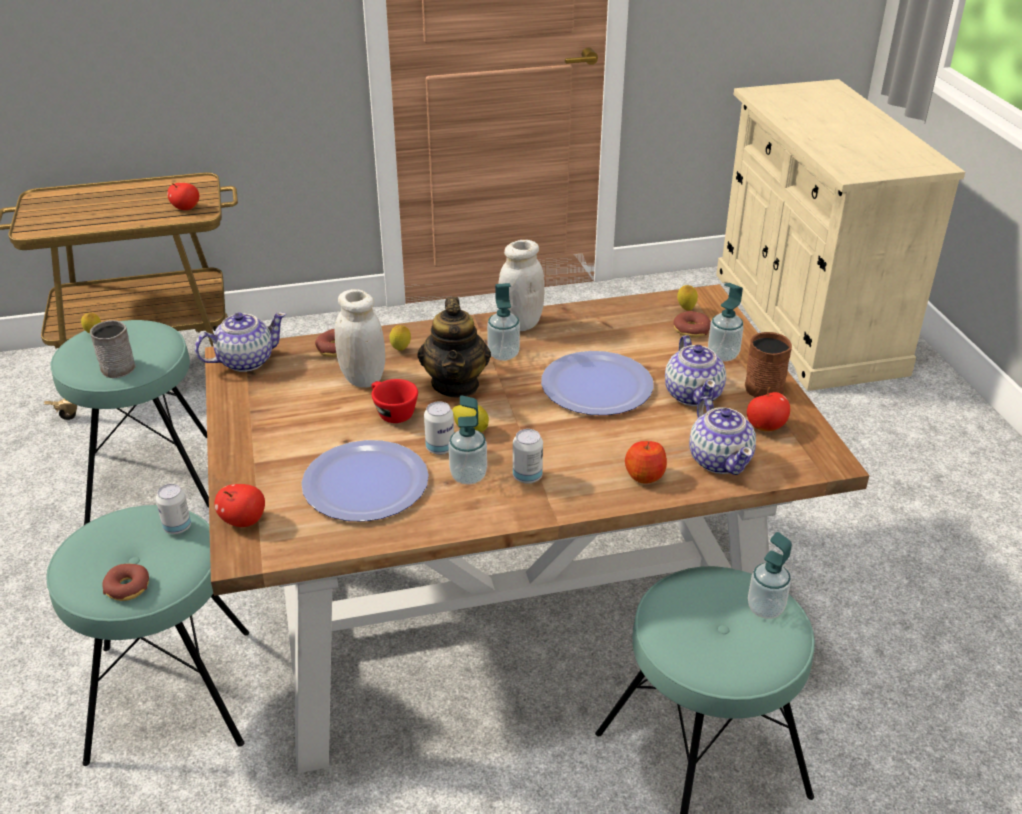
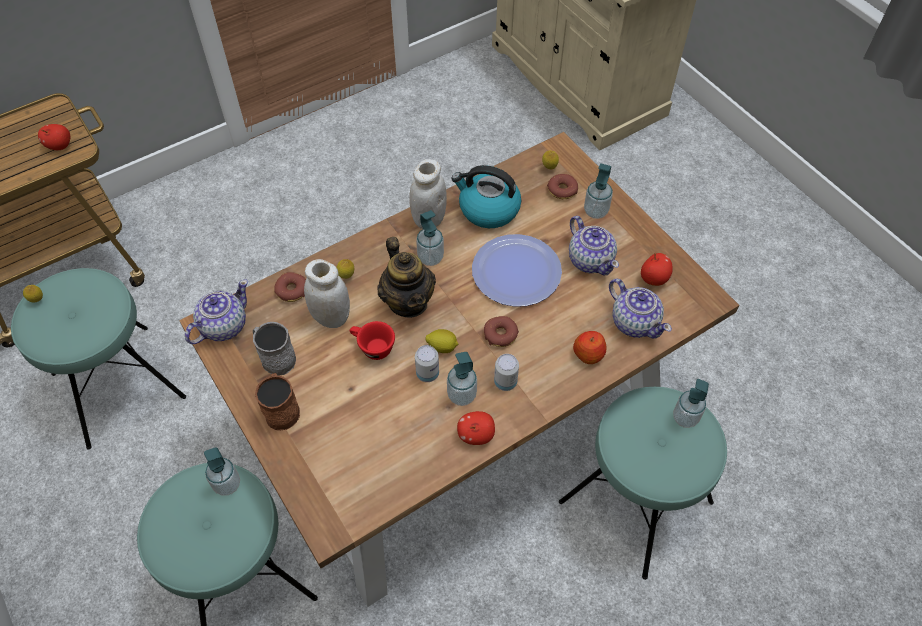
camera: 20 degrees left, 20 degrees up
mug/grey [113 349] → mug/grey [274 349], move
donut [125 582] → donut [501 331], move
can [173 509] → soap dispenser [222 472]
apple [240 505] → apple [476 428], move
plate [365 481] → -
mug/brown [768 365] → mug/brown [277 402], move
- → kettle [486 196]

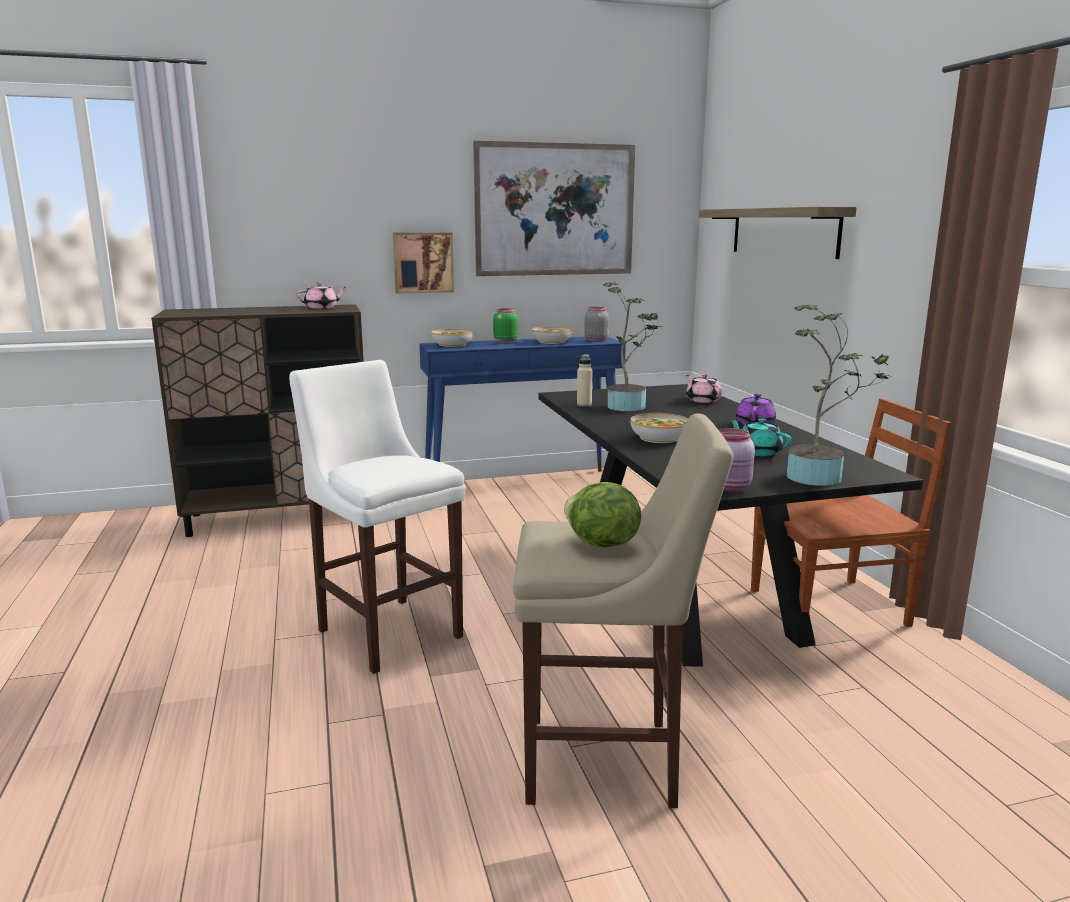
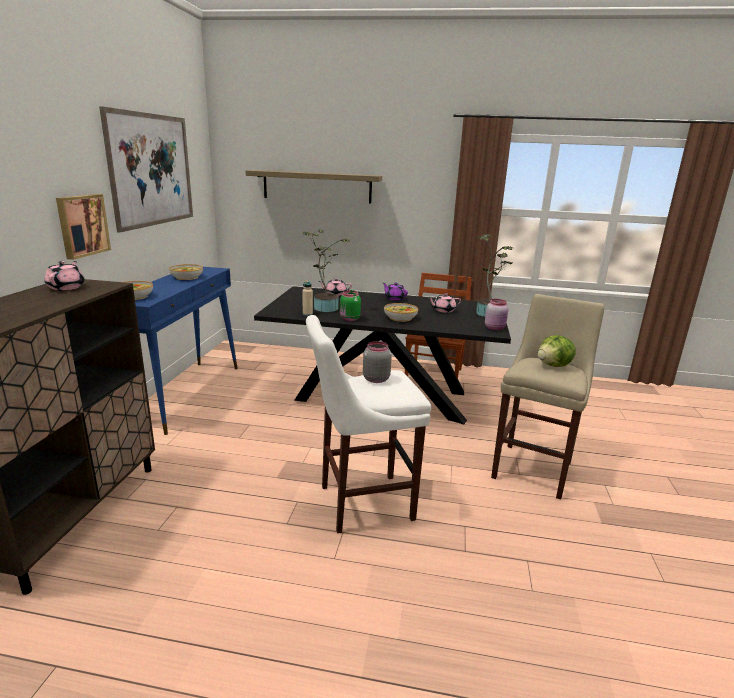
camera: 65 degrees left, 5 degrees up
jar/green [505 325] → jar/green [350 305], move
jar/grey [596 324] → jar/grey [377 362], move
teapot/turquoise [760 437] → teapot/pink [444 303]

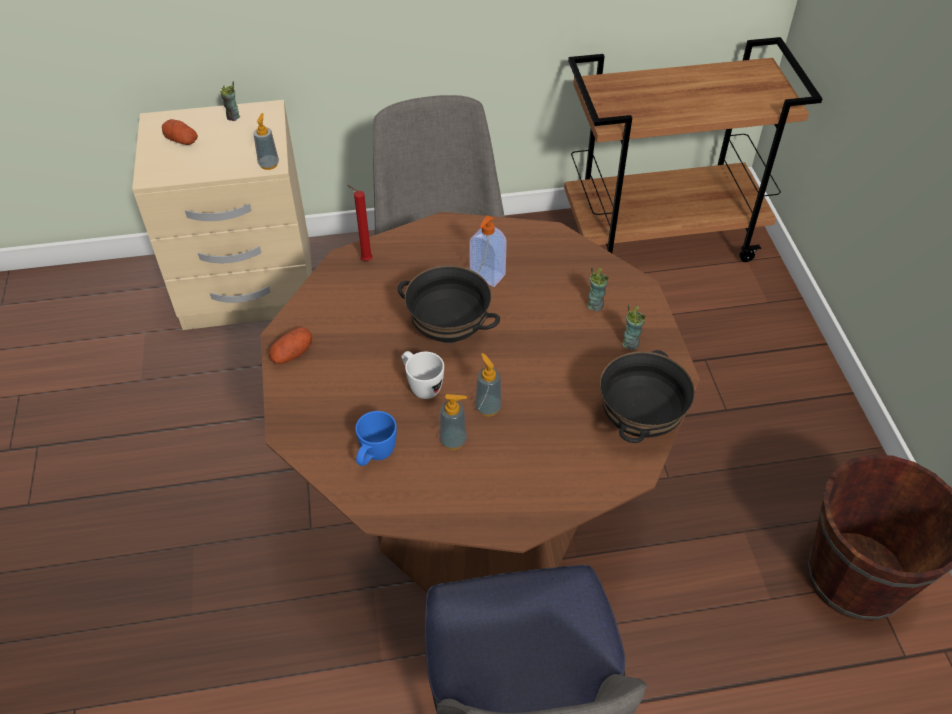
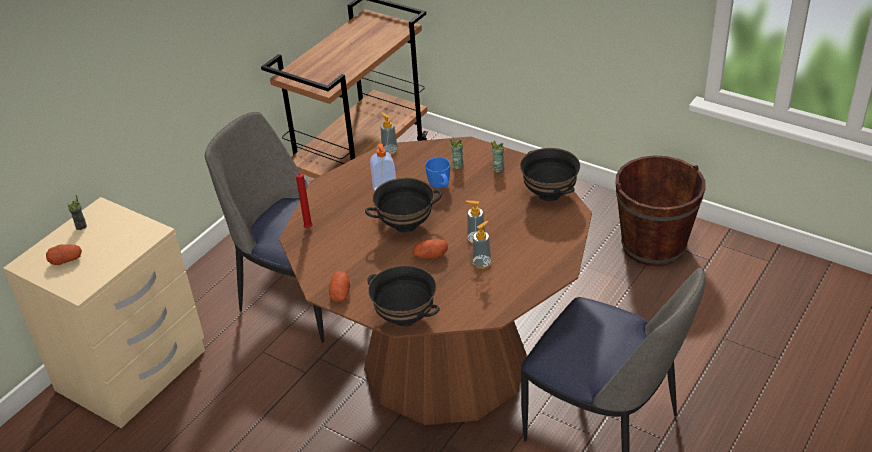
camera: 45 degrees left, 10 degrees down
soap dispenser [266 141] → soap dispenser [389 133], move
mug/blue [376 438] → mug/blue [437 172], move
mug/white [422 375] → potato [430 248]
- → bowl/black [403 296]

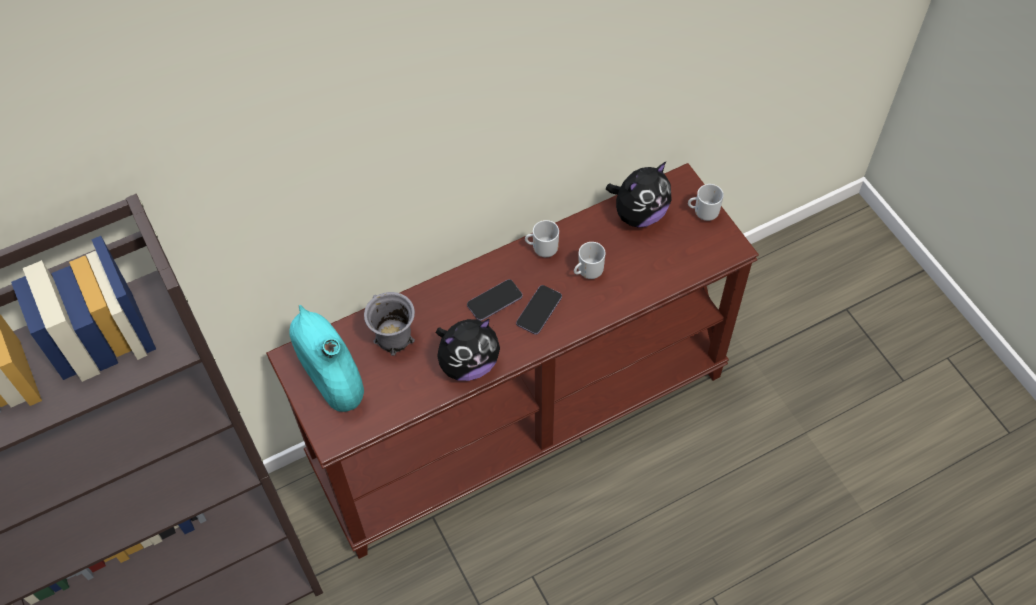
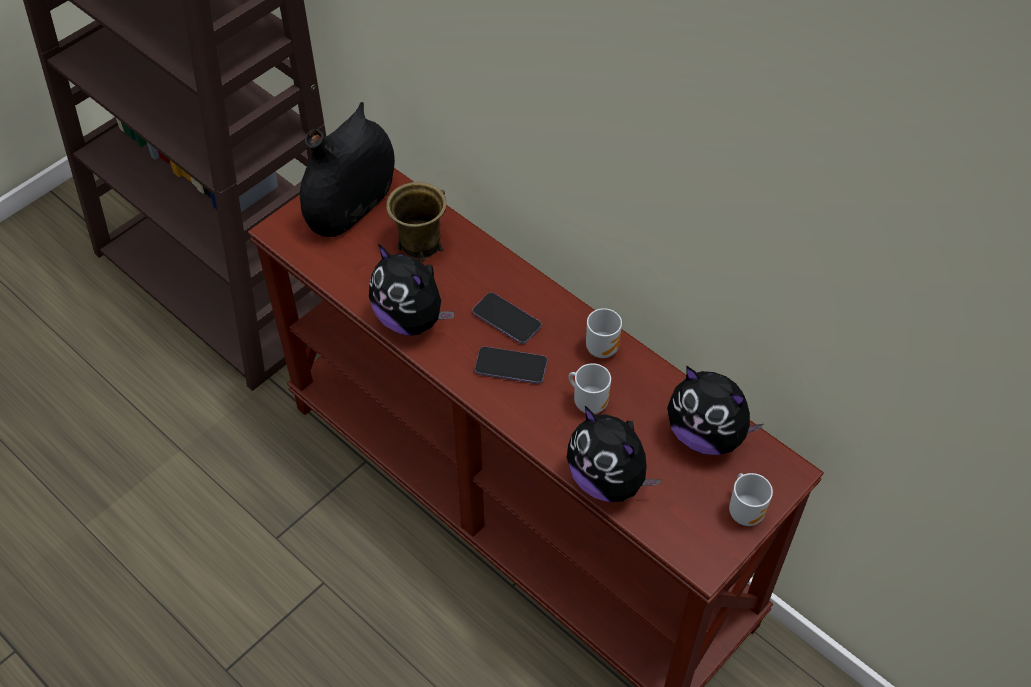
camera: 70 degrees right, 5 degrees down
vase/turquoise [326 358] → vase/black [347 169]
mug/grey [389 324] → mug/brown [416 221]
- → plush toy [614 454]

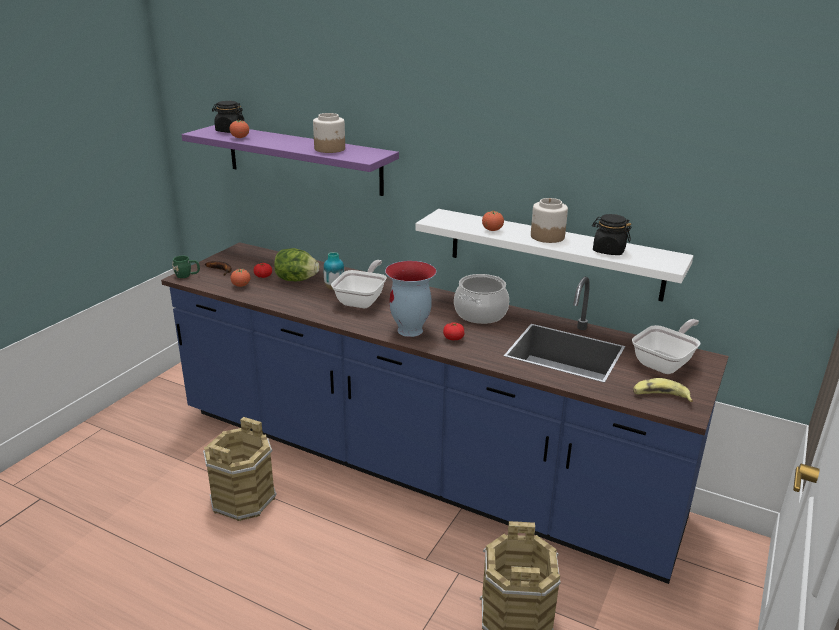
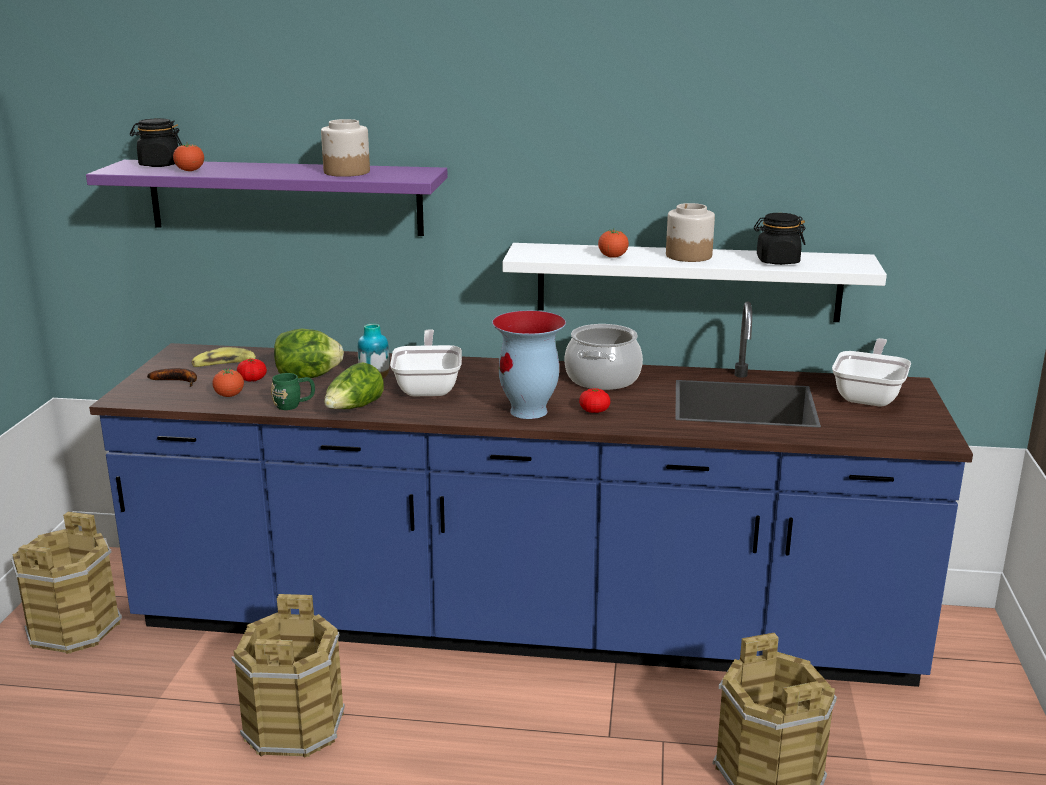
camera: 20 degrees left, 5 degrees down
mug/green [186 267] → mug/green [293 391], move
banana [663 390] → banana [223 357], move
- → bucket/brown [66 583]
- → lettuce [354 385]

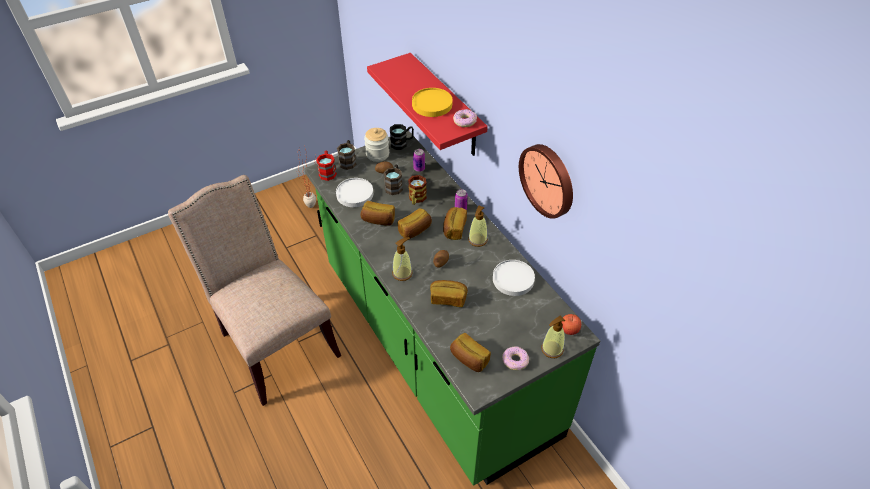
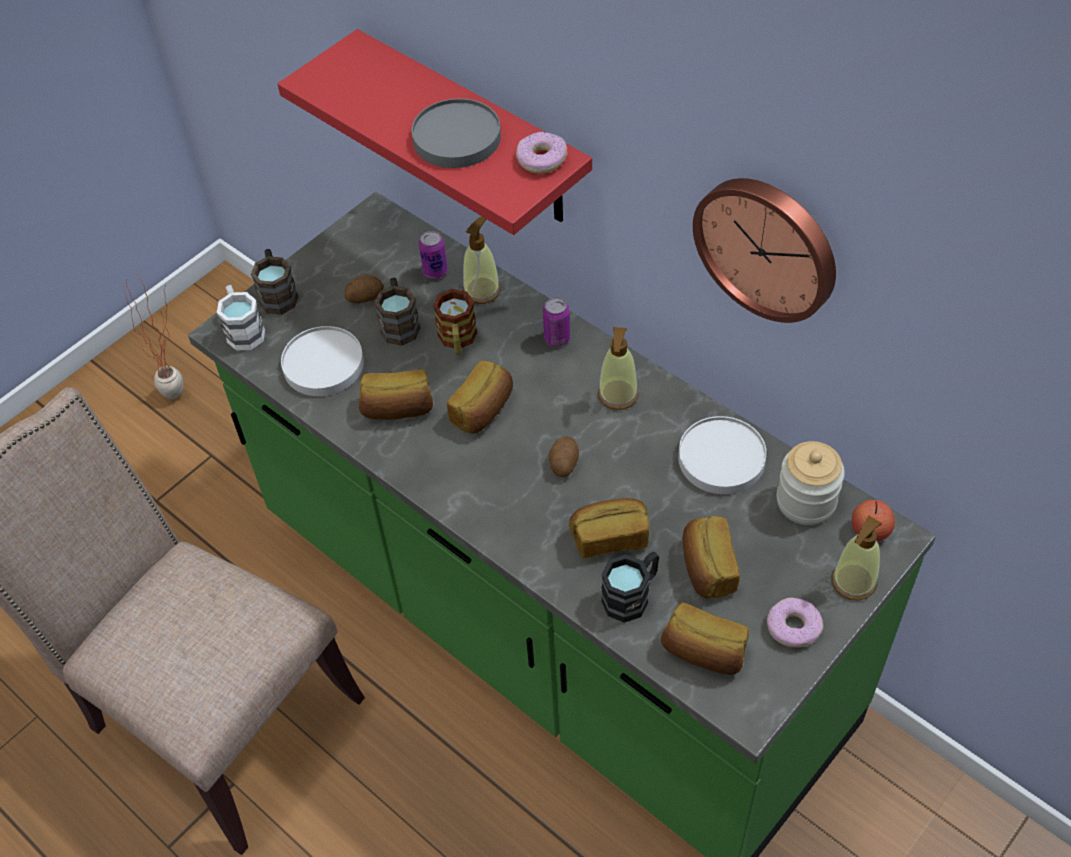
camera: 15 degrees left, 5 degrees up
mug/red [326 166] → mug/white [241 317]
jar [376 145] → jar [811 483], move
mug/black [402 137] → mug/black [630 587], move
soap dispenser [402 259] → soap dispenser [482 260], move
plate/yellow [432 102] → plate/grey [456 133]
bread [455 223] → bread [711 557], move

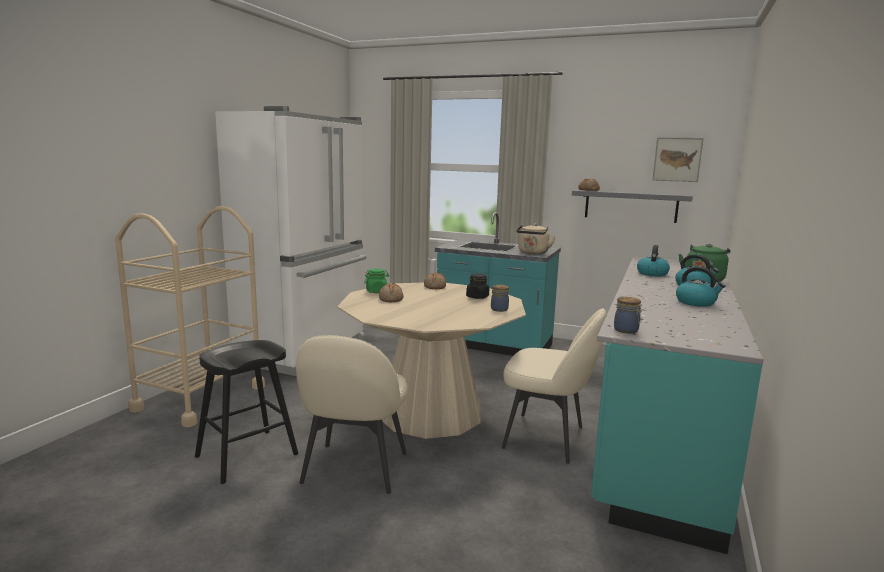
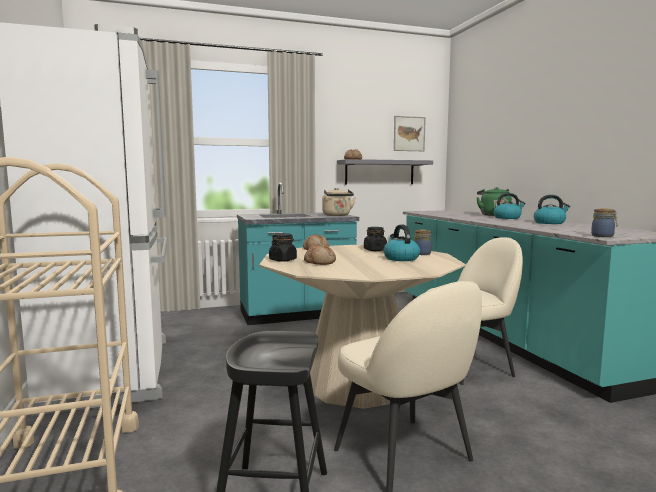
camera: 40 degrees left, 5 degrees down
jar/green [376 280] → jar/black [283 247]
kettle [653 260] → kettle [402 243], move

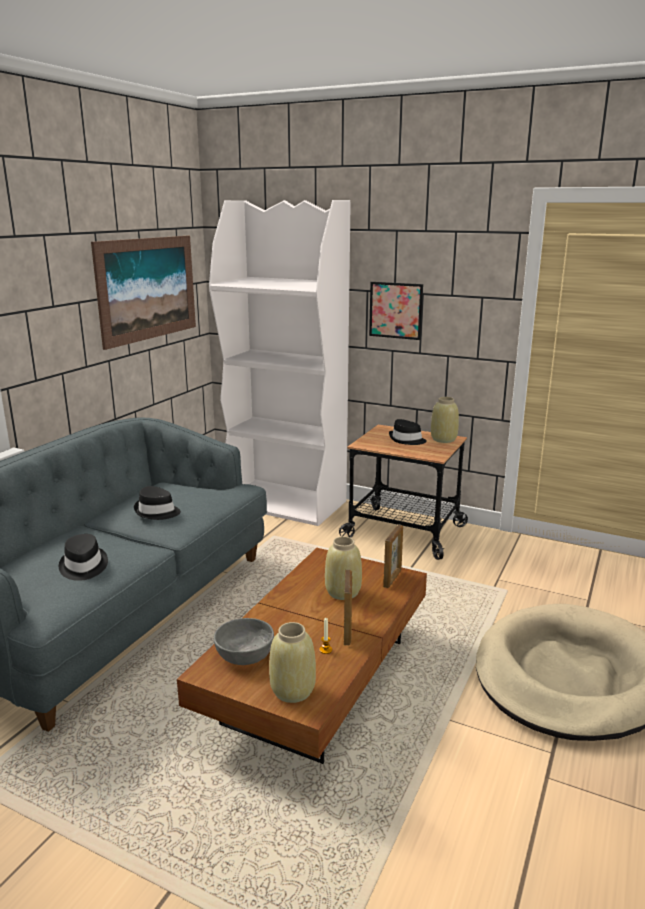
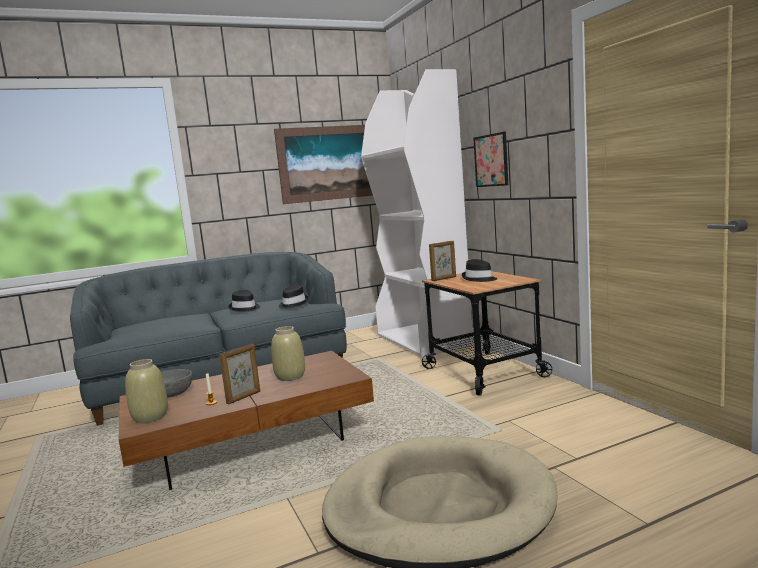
camera: 40 degrees right, 10 degrees down
hat/black [83 557] → hat/black [294 297], move
picture frame [393 556] → picture frame [442 261], move
vase/beige [445 420] → -

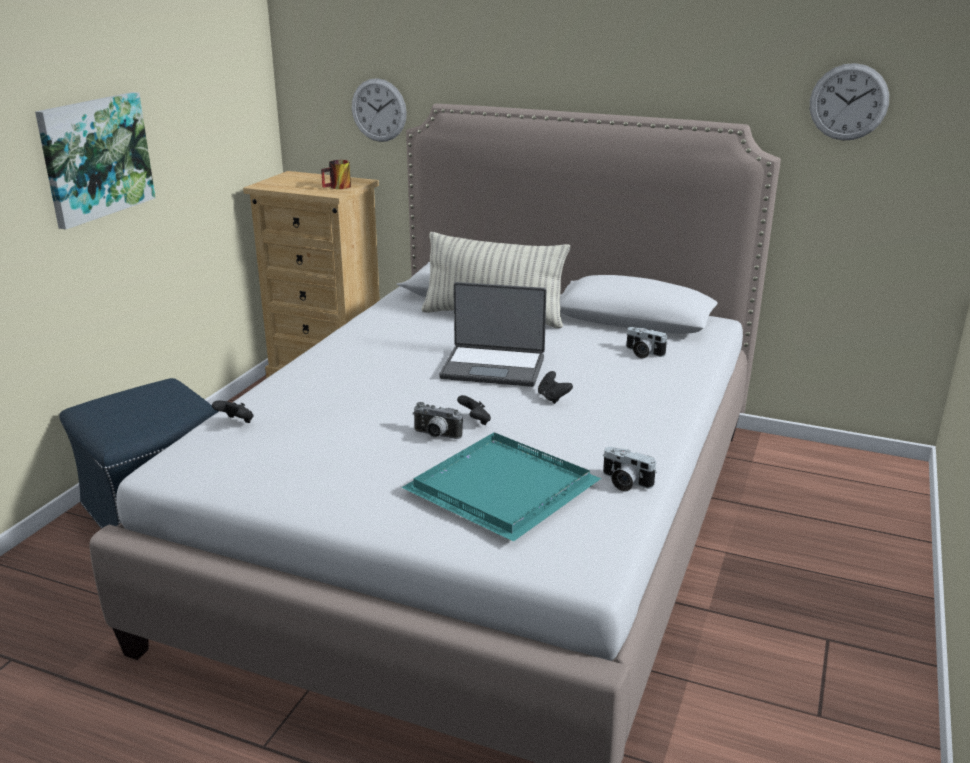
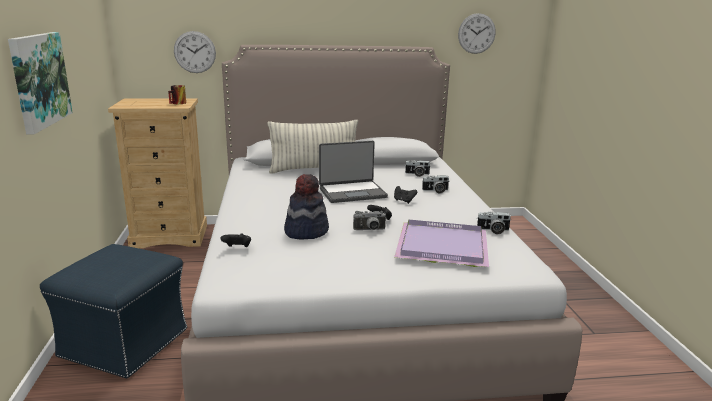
camera: 30 degrees left, 5 degrees down
tray/turquoise [501 487] → tray/purple [441 243]
- → hat [306 206]
- → photo camera [435 184]

